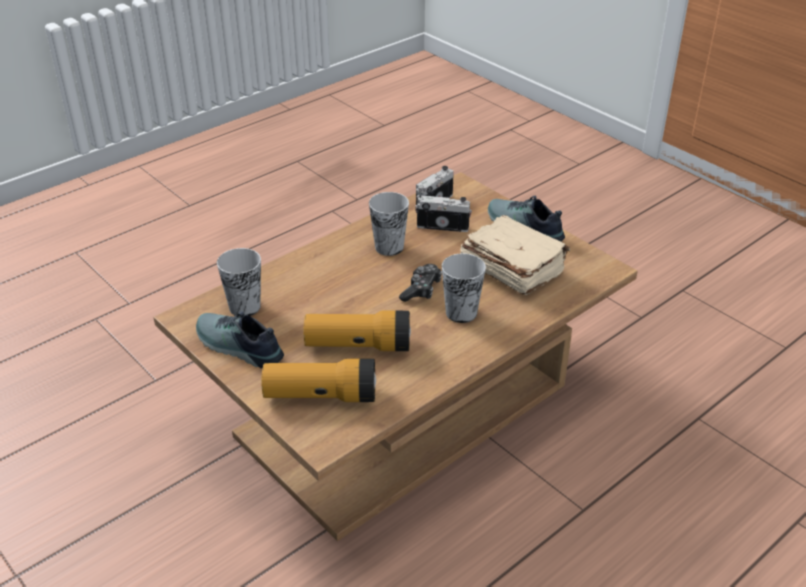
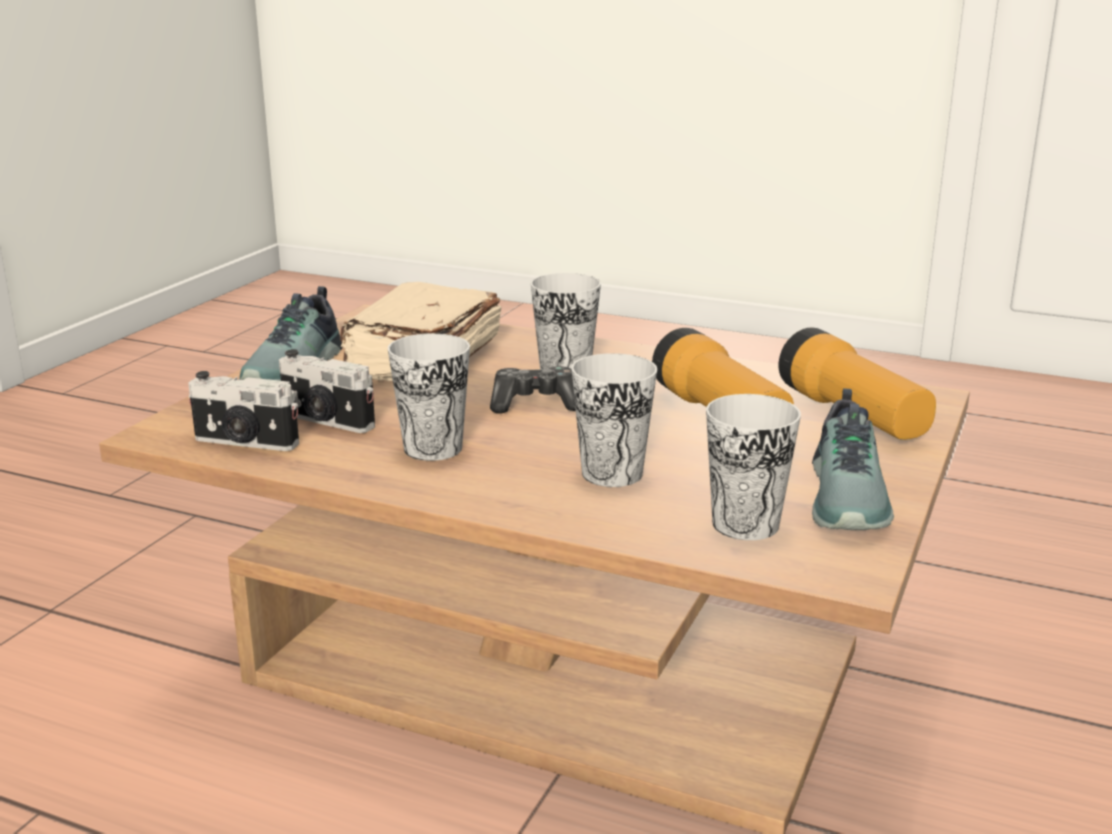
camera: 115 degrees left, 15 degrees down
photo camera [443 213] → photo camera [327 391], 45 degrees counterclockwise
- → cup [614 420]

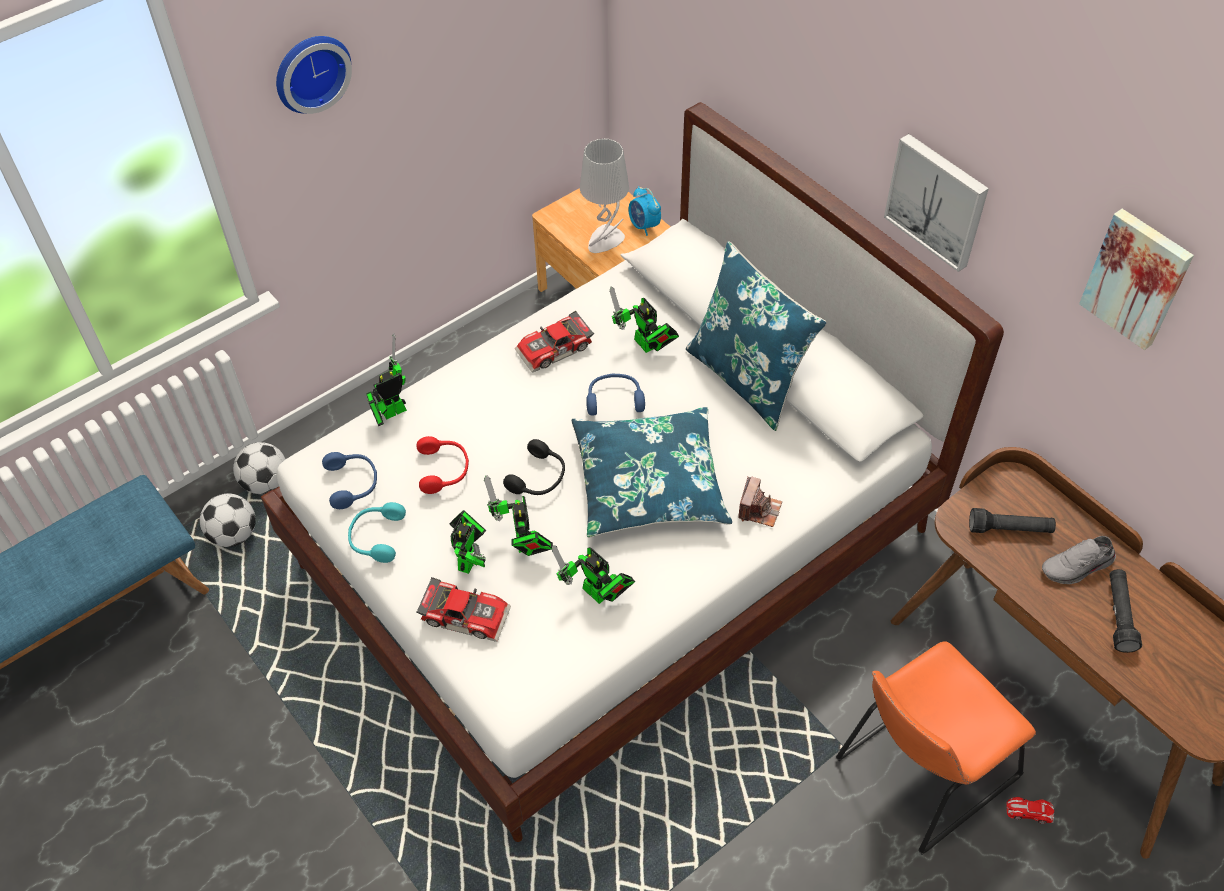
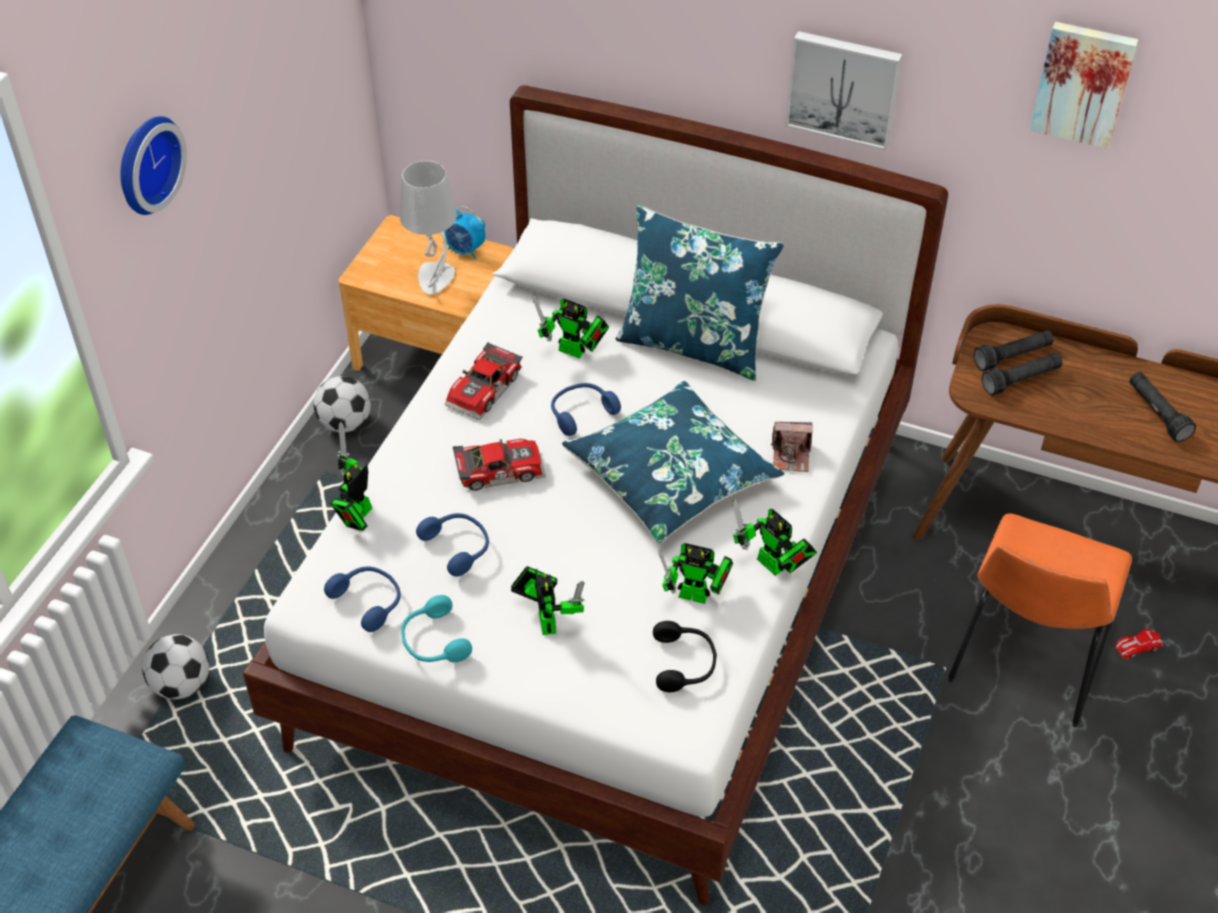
camera: 30 degrees left, 5 degrees down
football [228 520] → football [342 404], move
toy car [463 609] → toy car [499 465], move
headphones/red [443 465] → headphones/blue [452 544]
toy robot [518 515] → toy robot [775 537], move
headphones/black [534 467] → headphones/black [685 656], move
photo camera [760 501] → photo camera [792 447], 105 degrees clockwise
shoe/grey [1079 560] → -
- → flashlight/black [1014 350]

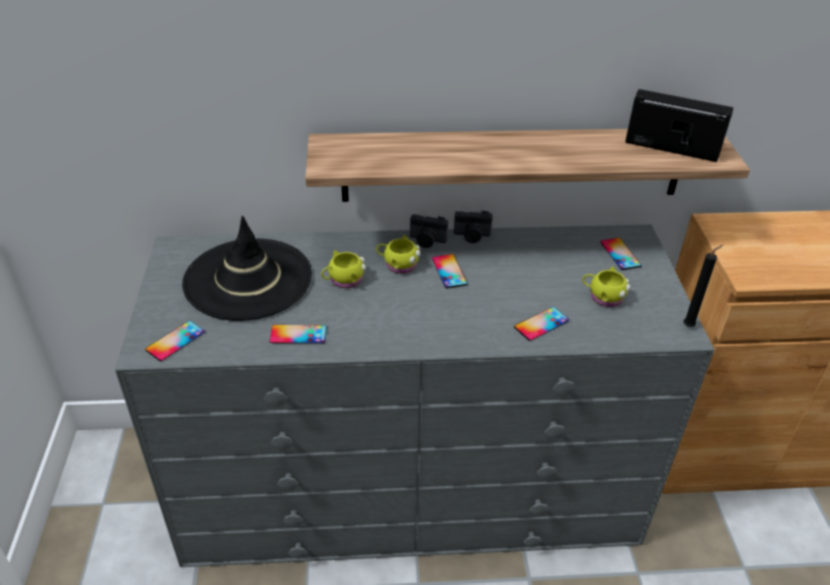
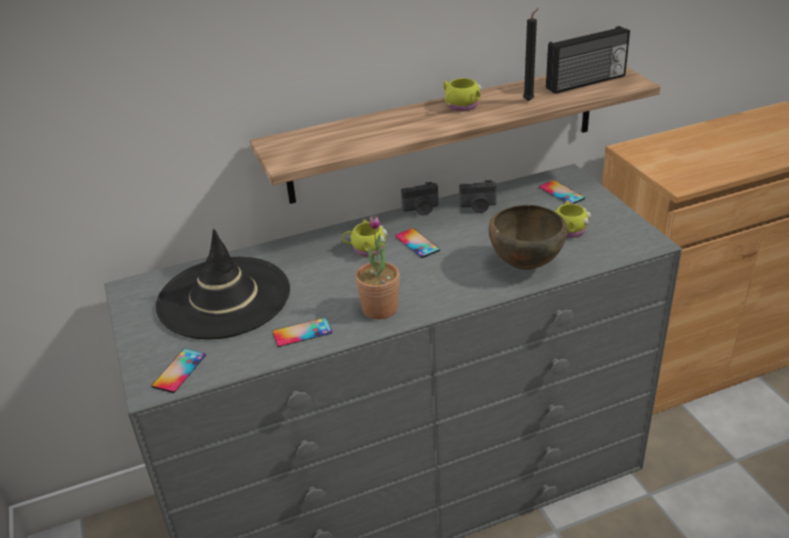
camera: 15 degrees left, 5 degrees down
mug/yellow [343 269] → mug/yellow [463 94], move
photo camera [429 231] → photo camera [478 196], move
phone [541 324] → bowl/brown [528 237]
radio [679 125] → radio [588 60], 150 degrees clockwise
candle/black [703 286] → candle/black [531 54], move
- → potted plant [377 267]

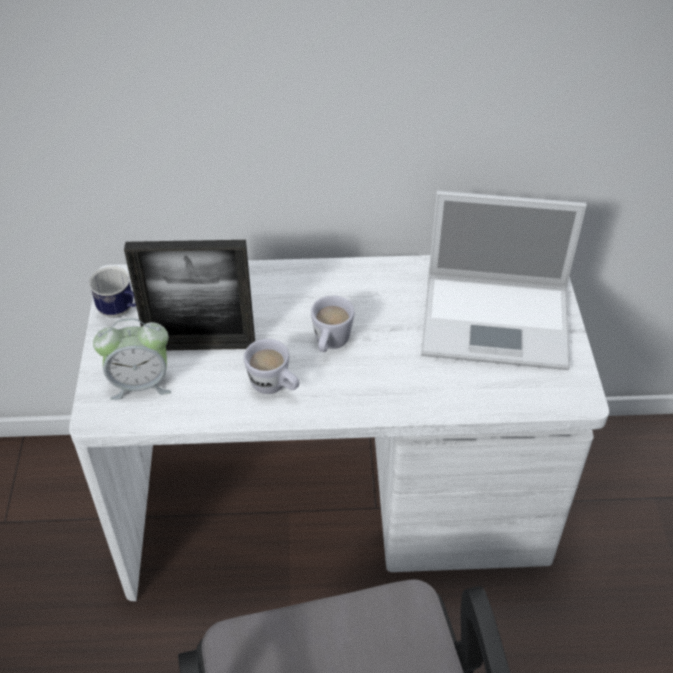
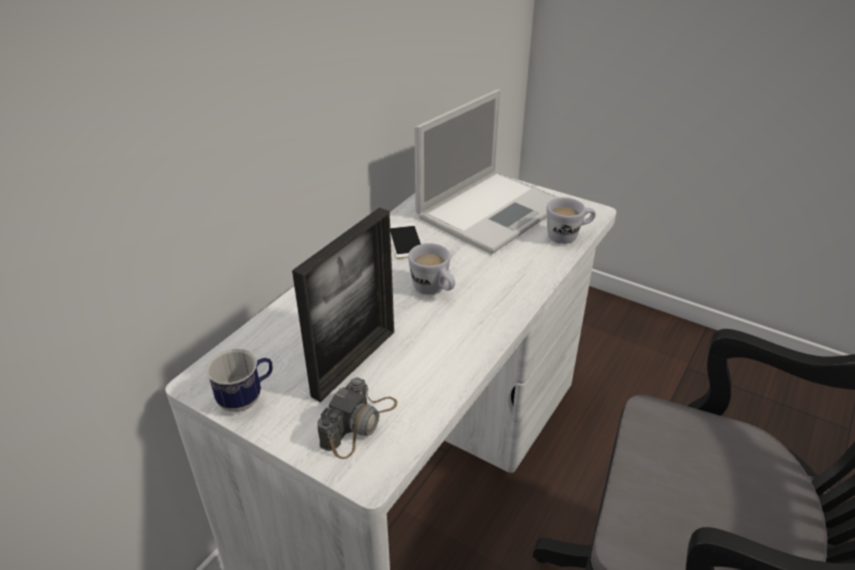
camera: 55 degrees left, 10 degrees down
alarm clock [132 359] → photo camera [357 418]
mug/white [271 366] → mug/white [571 220], move
- → phone [406 240]

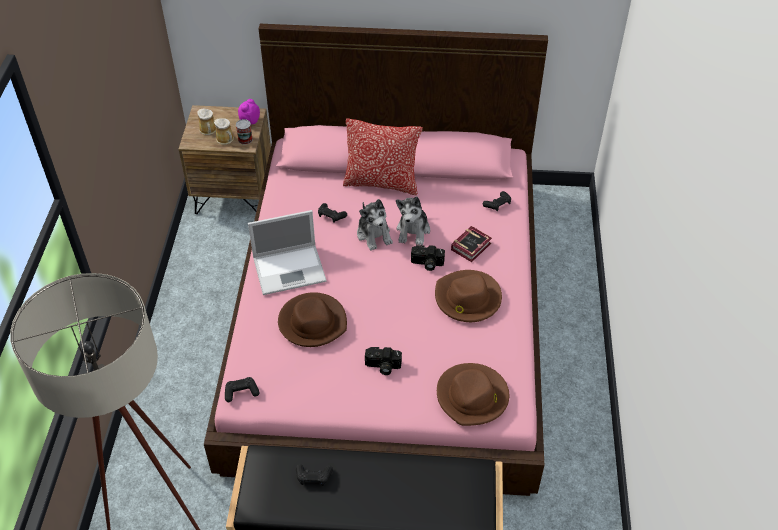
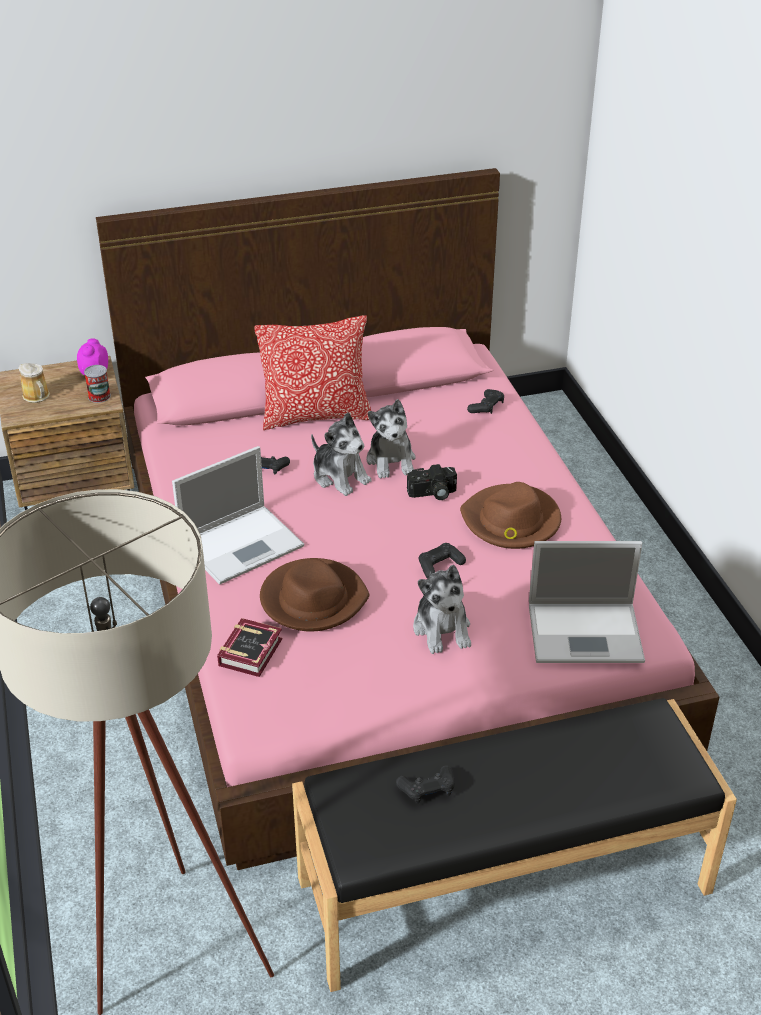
camera: 20 degrees left, 10 degrees down
mug [224 131] → -
game controller/black [242 389] → game controller/black [442 561], move
photo camera [383 361] → plush toy [442 609]
hat/brown [473 394] → laptop [587 602]
book [471 244] → book [249 647], move

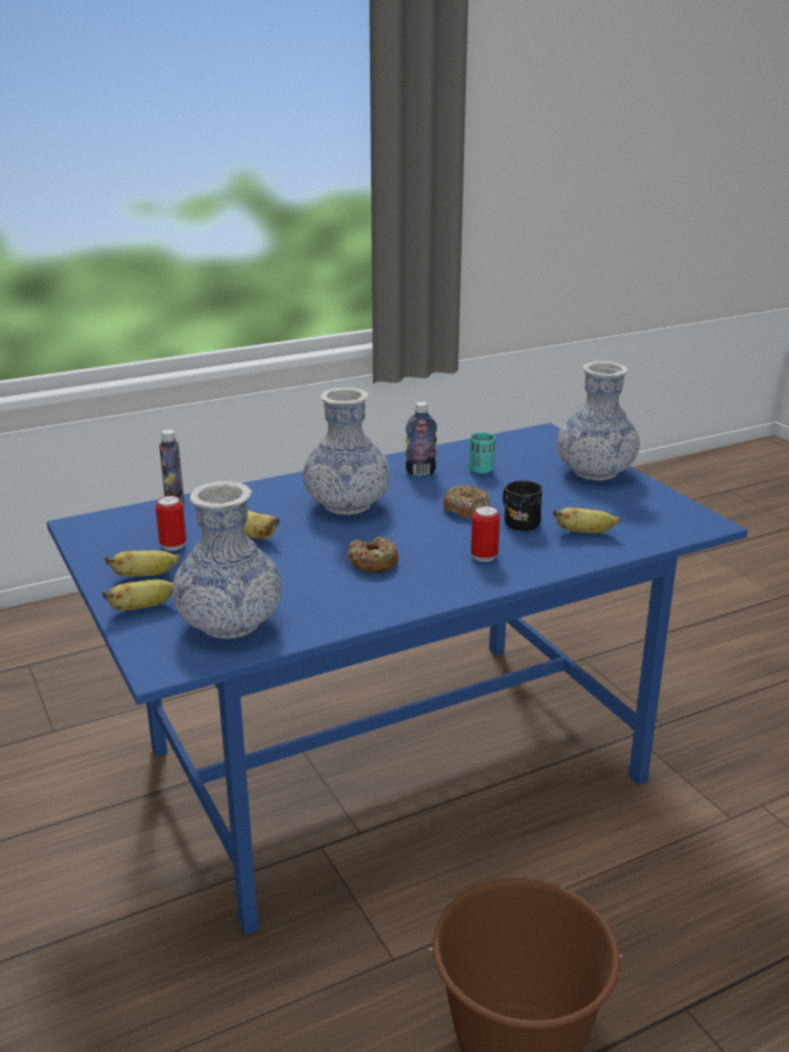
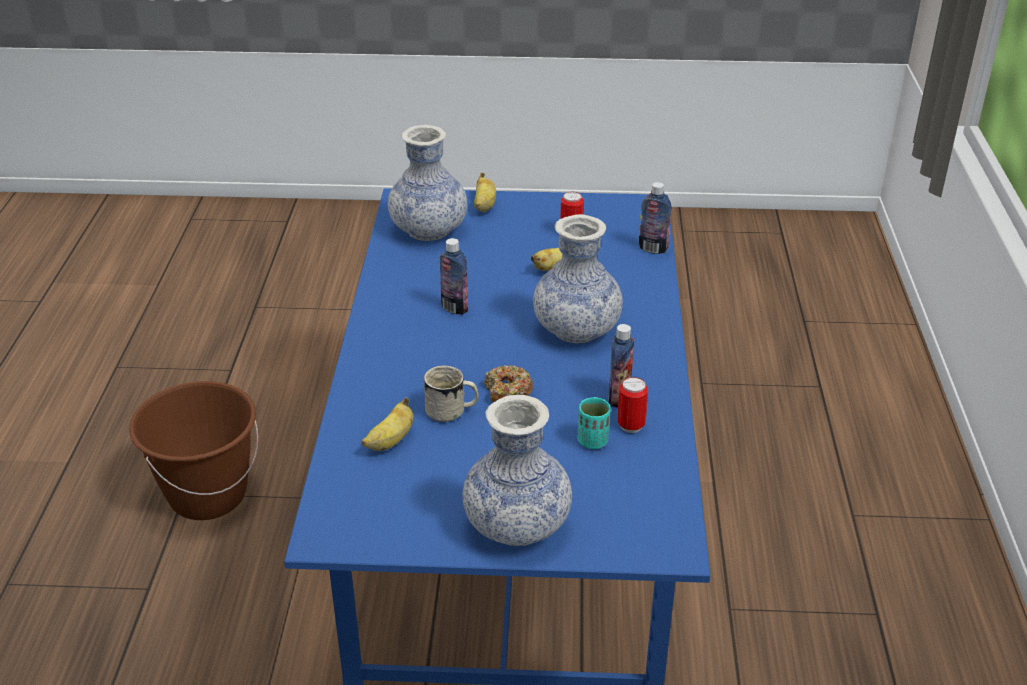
camera: 120 degrees right, 10 degrees up
banana [142 563] → -
donut [373 555] → bottle [454 276]
can [485 534] → can [632 405], move
mug/black [523 506] → mug/white [451 394]

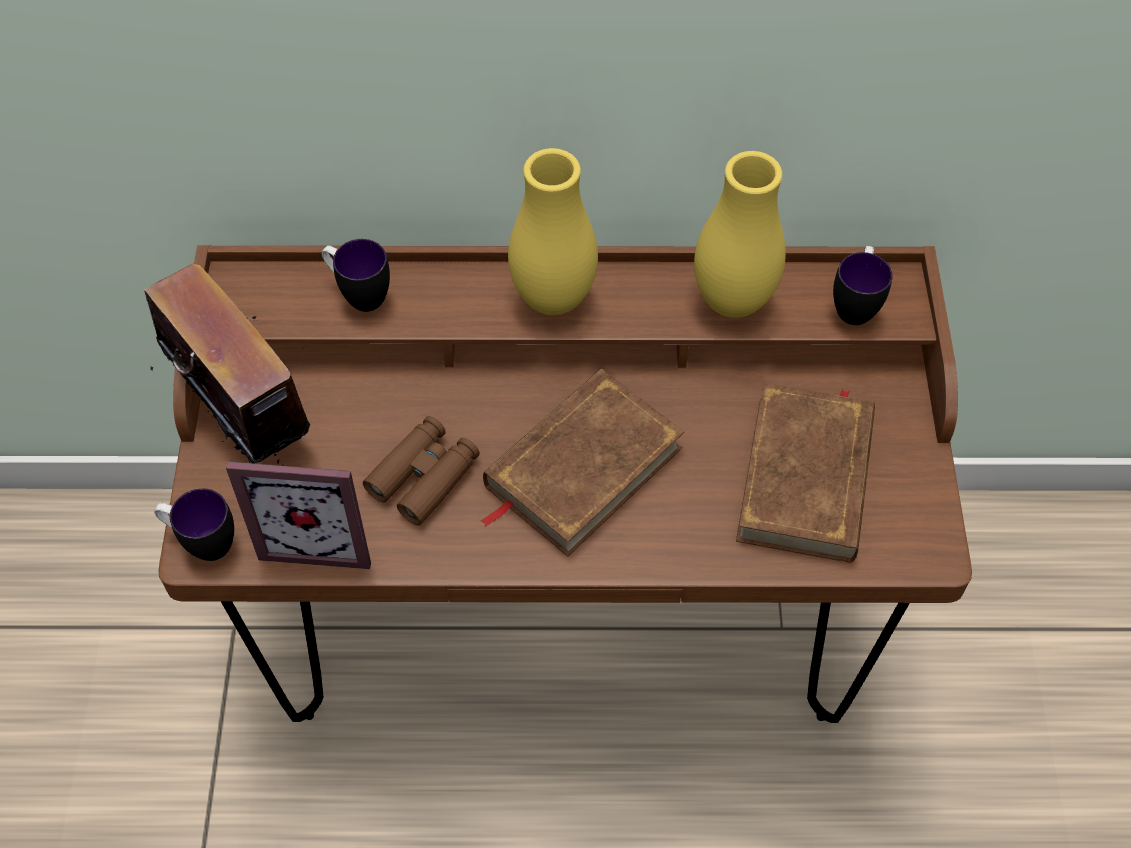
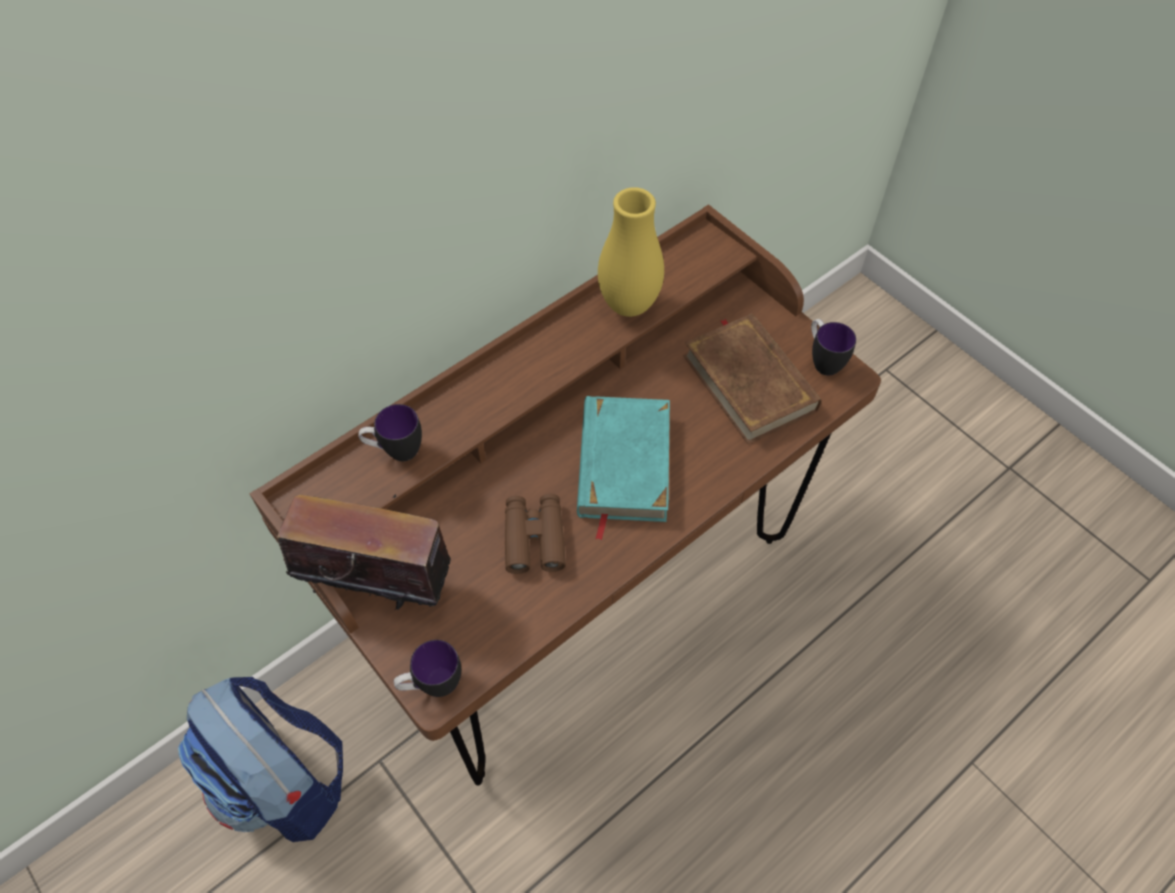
camera: 40 degrees left, 0 degrees up
picture frame [298 515] → -
book/brown [582 463] → book/turquoise [623 468]
vase/yellow [553 231] → -
mug [863 285] → mug [833 347], move
- → backpack [260 759]

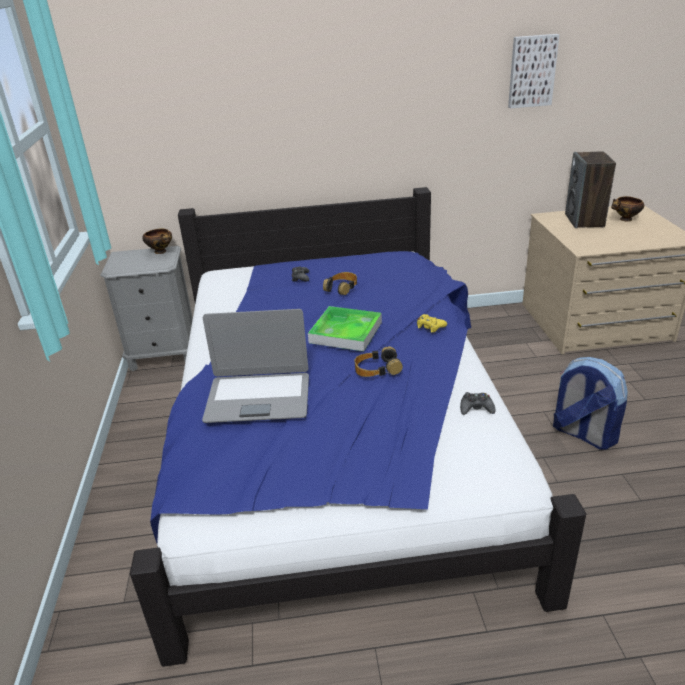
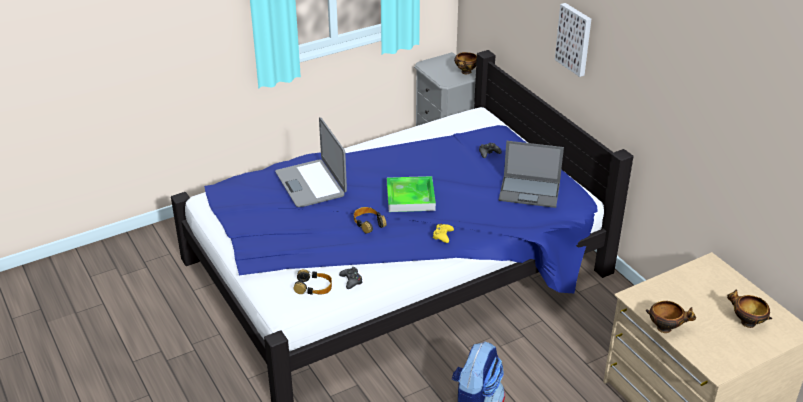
camera: 65 degrees right, 5 degrees up
headphones [340 283] → headphones [312 282], move
picture [534 71] → picture [573 40], move
speaker [590 189] → -
- → laptop [531 174]
- → bowl [671 317]

